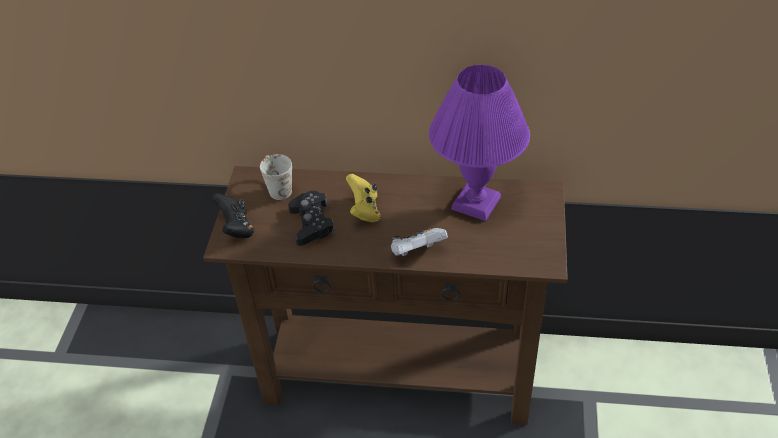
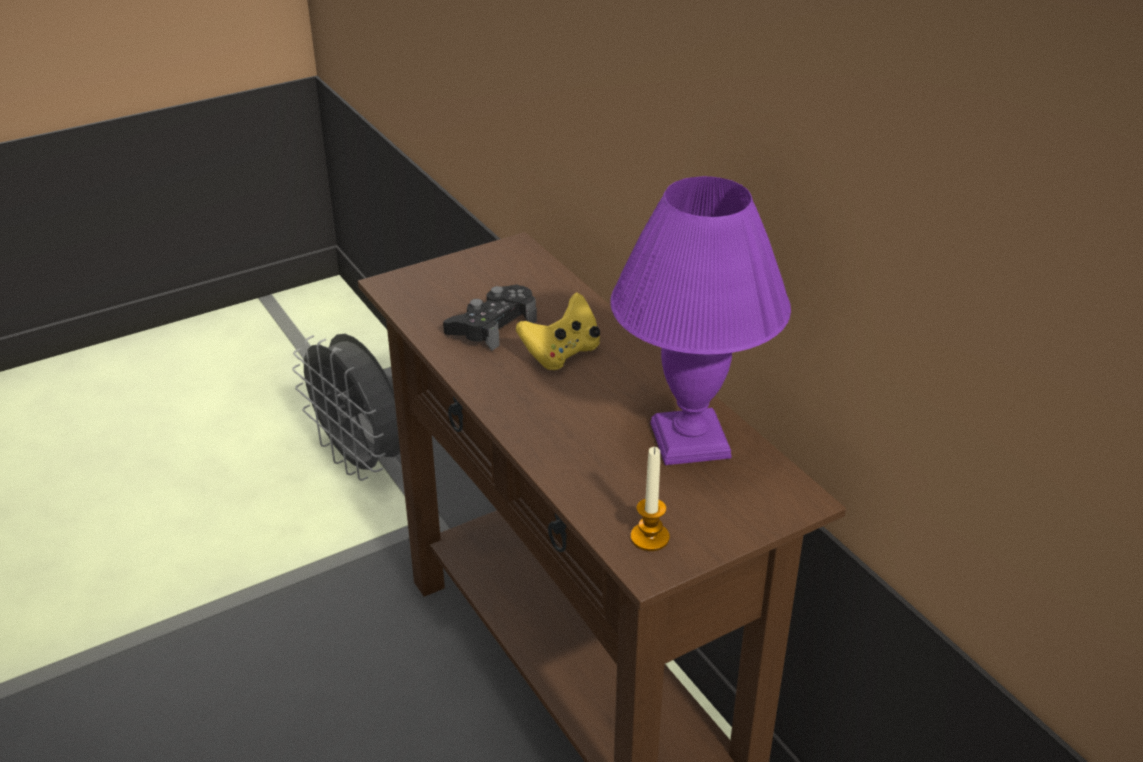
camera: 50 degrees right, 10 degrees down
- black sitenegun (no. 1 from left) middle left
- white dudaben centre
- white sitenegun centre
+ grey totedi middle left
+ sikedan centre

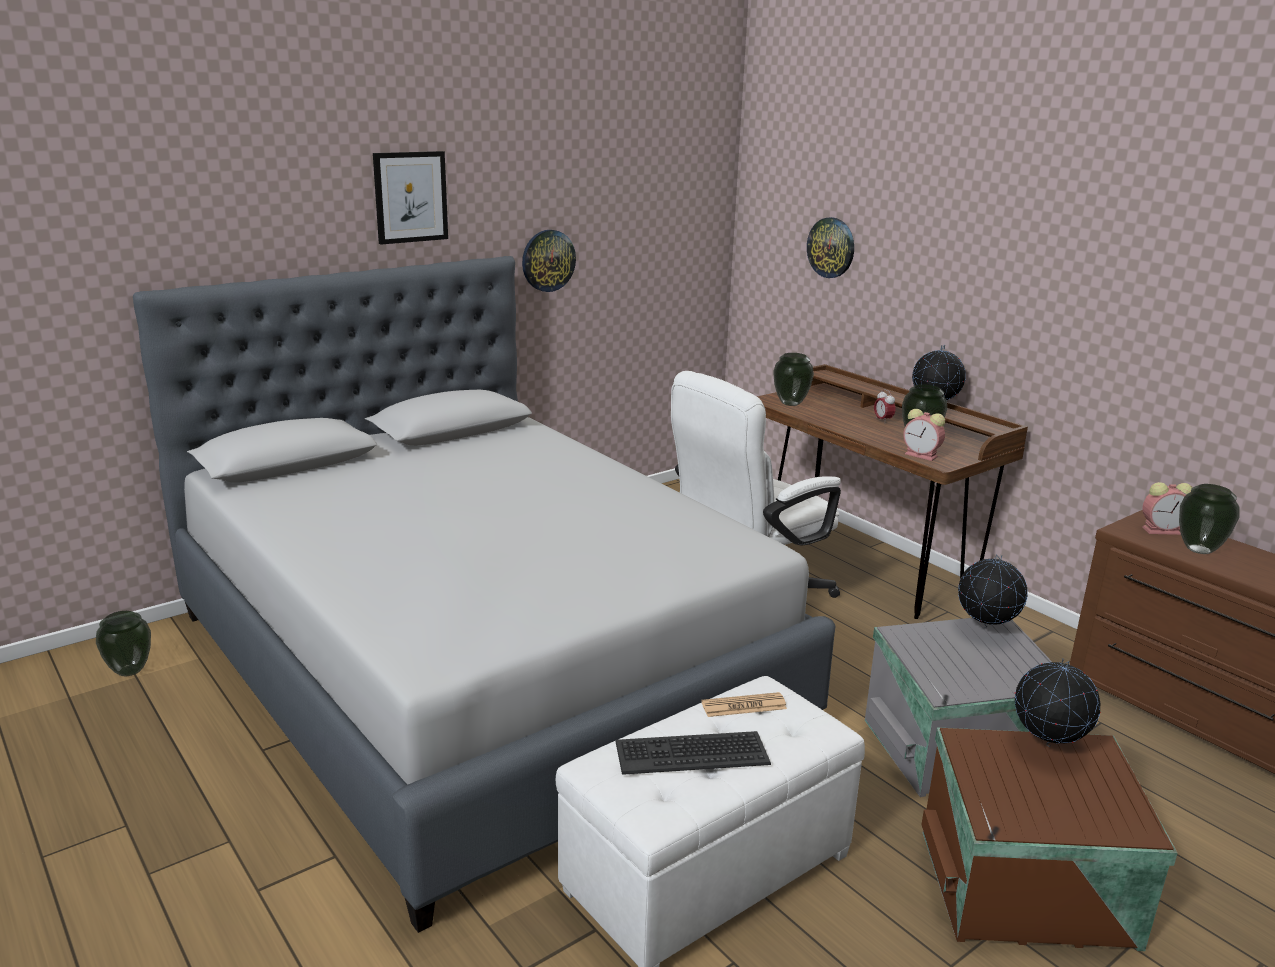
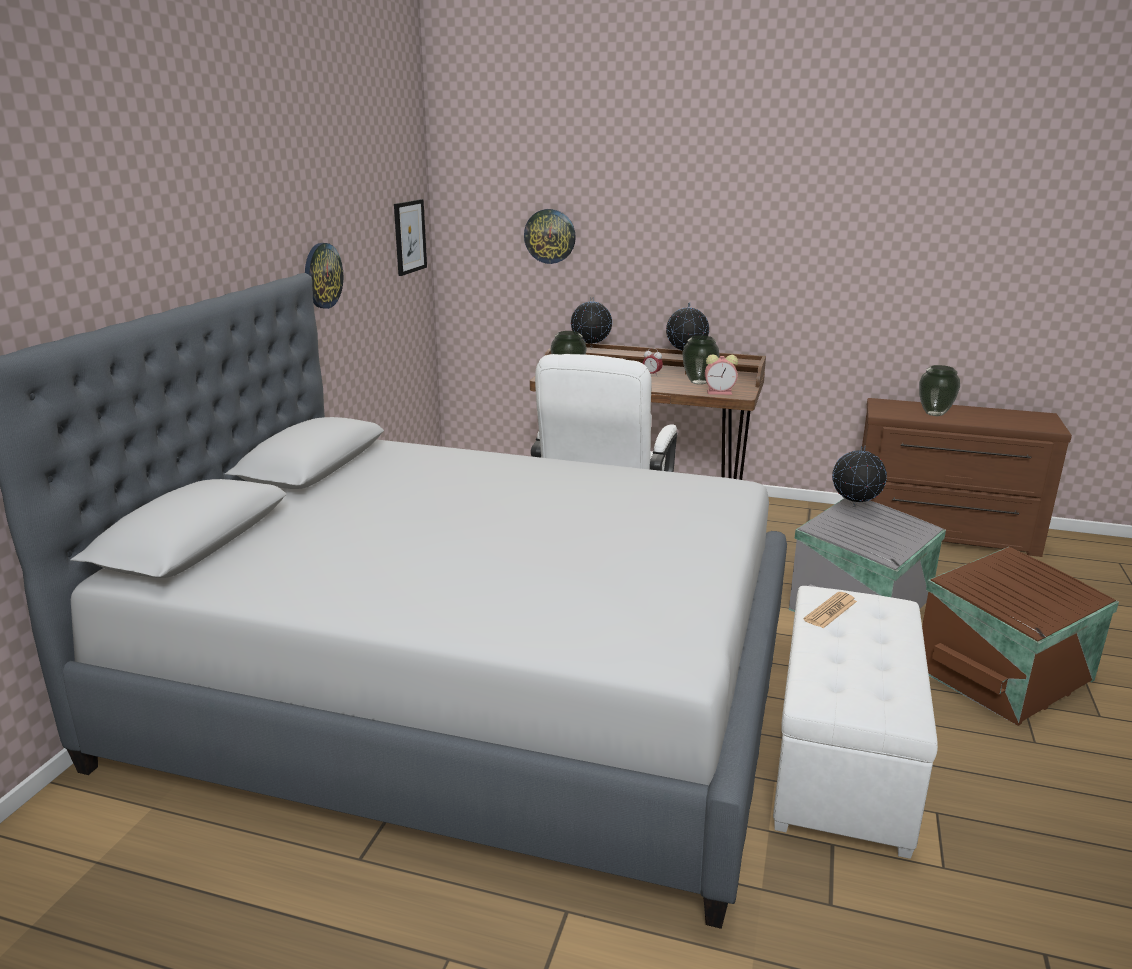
camera: 35 degrees left, 0 degrees up
- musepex (no. 1 from left) middle left
- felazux bottom centre
- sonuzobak (no. 3 from left) middle right
~ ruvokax top left to top centre
~ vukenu (no. 3 from left in the first image) bottom right to vukenu (no. 1 from left) top centre

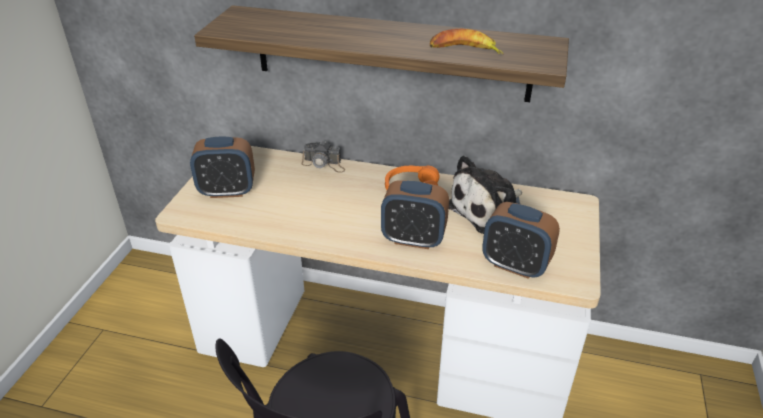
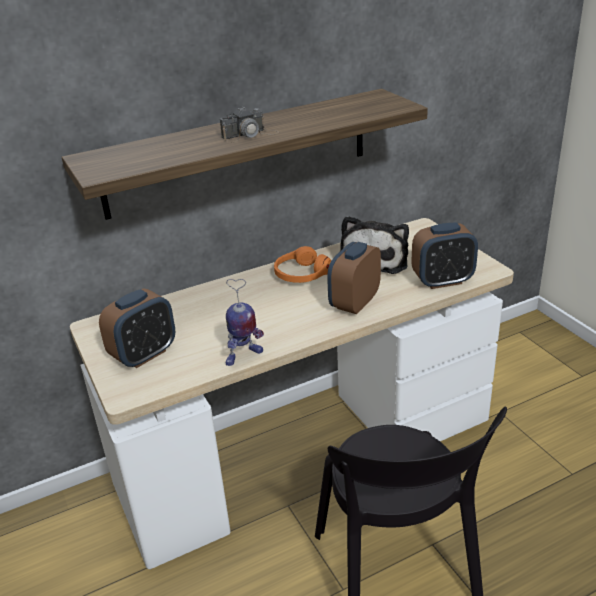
camera: 40 degrees left, 5 degrees down
- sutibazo top centre
+ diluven centre
~ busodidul centre to top centre
~ sonuzobak (no. 2 from left) centre = centre 150 degrees clockwise

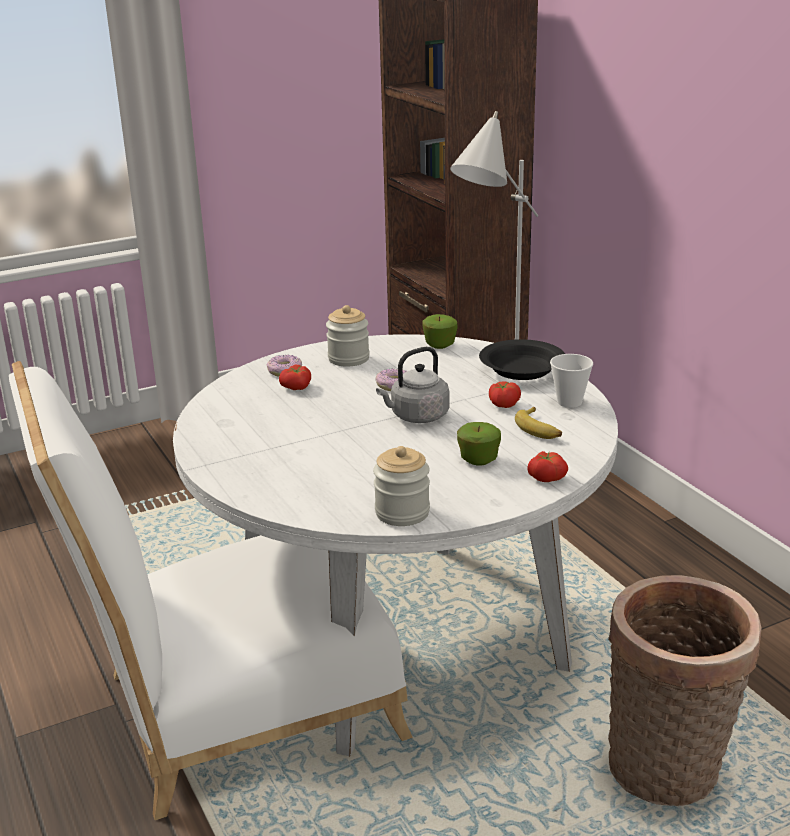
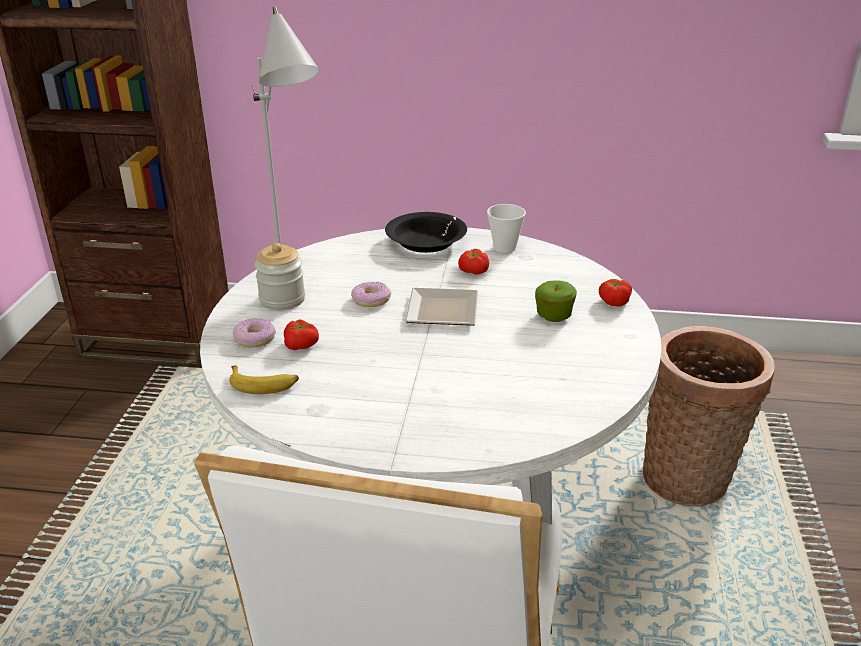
camera: 55 degrees left, 5 degrees up
- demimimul (no. 2 from left) centre
- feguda (no. 1 from left) centre
~ sutibazo middle right to middle left
~ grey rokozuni centre to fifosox centre

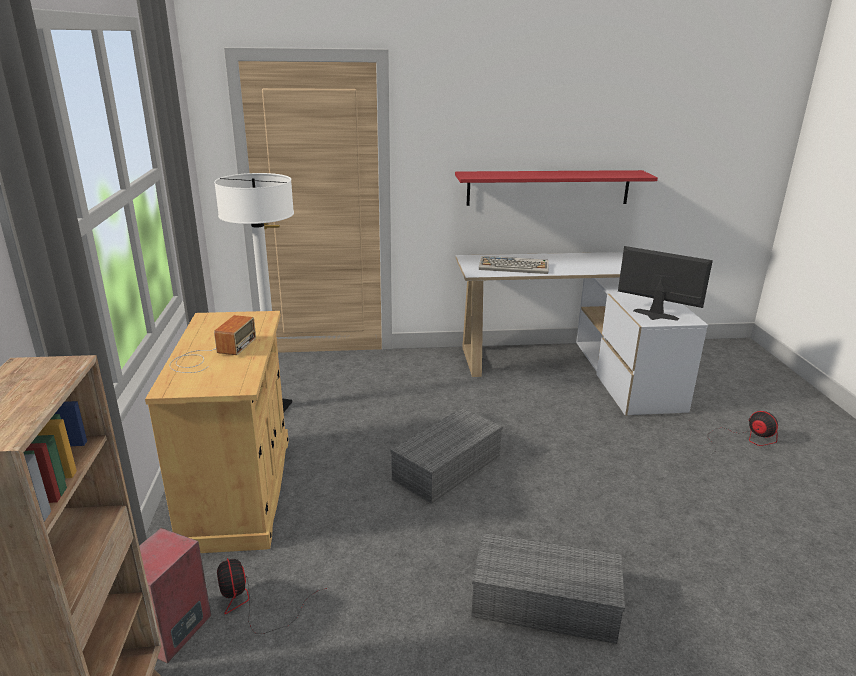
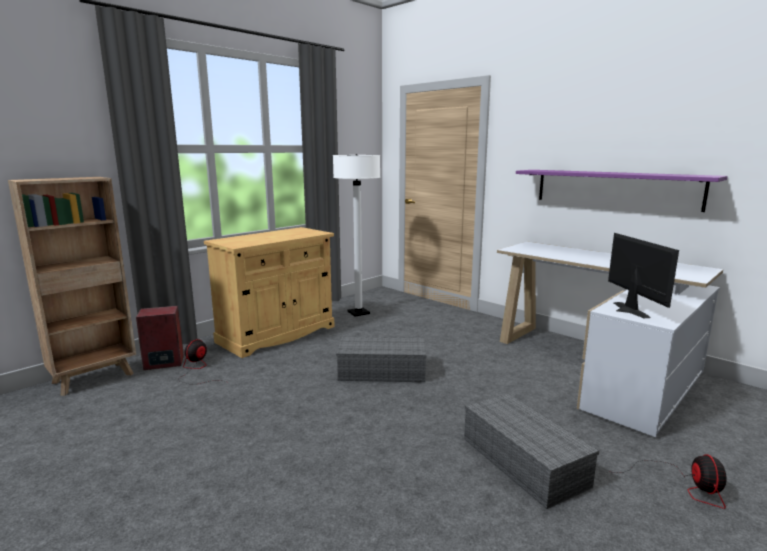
camera: 50 degrees right, 10 degrees down
- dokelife middle left
- felazux centre
~ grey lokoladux (no. 2 from left) bottom centre to bottom right
~ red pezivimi top centre to purple pezivimi middle right

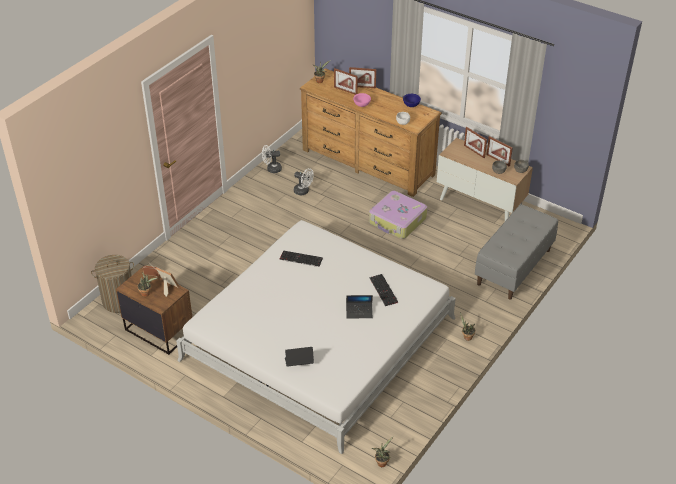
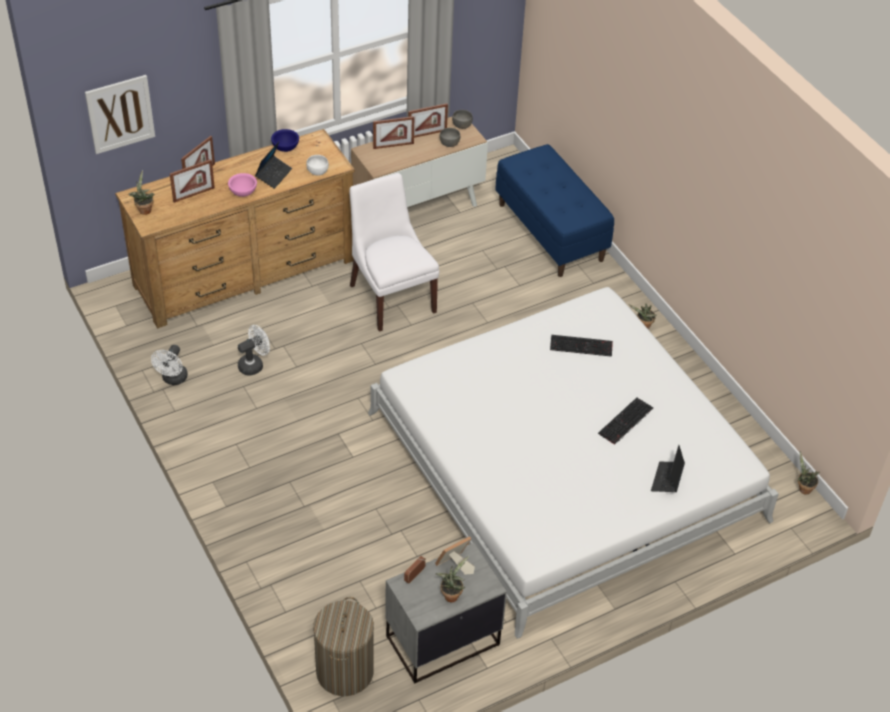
camera: 65 degrees left, 5 degrees up
+ ruvokax top left
~ felazux (no. 1 from left in the first image) centre to felazux (no. 2 from left) middle right
~ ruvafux (no. 2 from left in the first image) centre to ruvafux (no. 1 from left) top left
~ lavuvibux centre to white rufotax centre
~ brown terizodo middle left to grey terizodo bottom centre
~ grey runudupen middle right to blue runudupen top centre

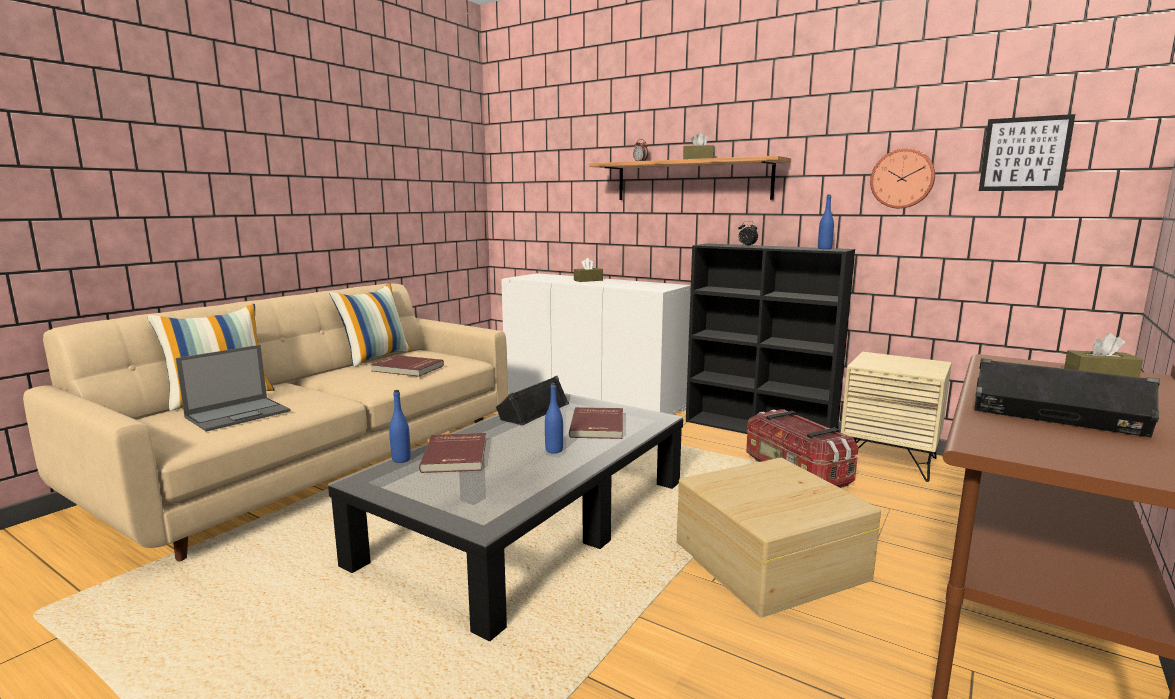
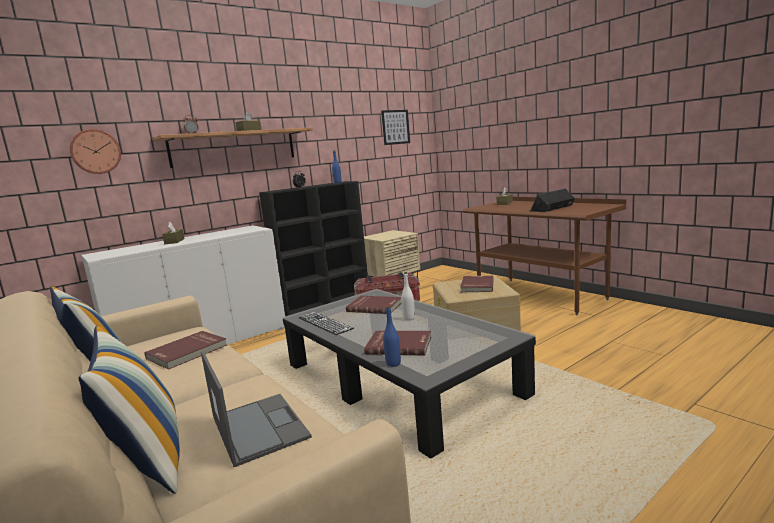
camera: 70 degrees left, 0 degrees up
+ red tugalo (no. 4 from left) centre
~ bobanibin top right to top left
~ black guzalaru (no. 1 from left) centre to felazux centre
~ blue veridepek (no. 2 from left) centre to white veridepek centre

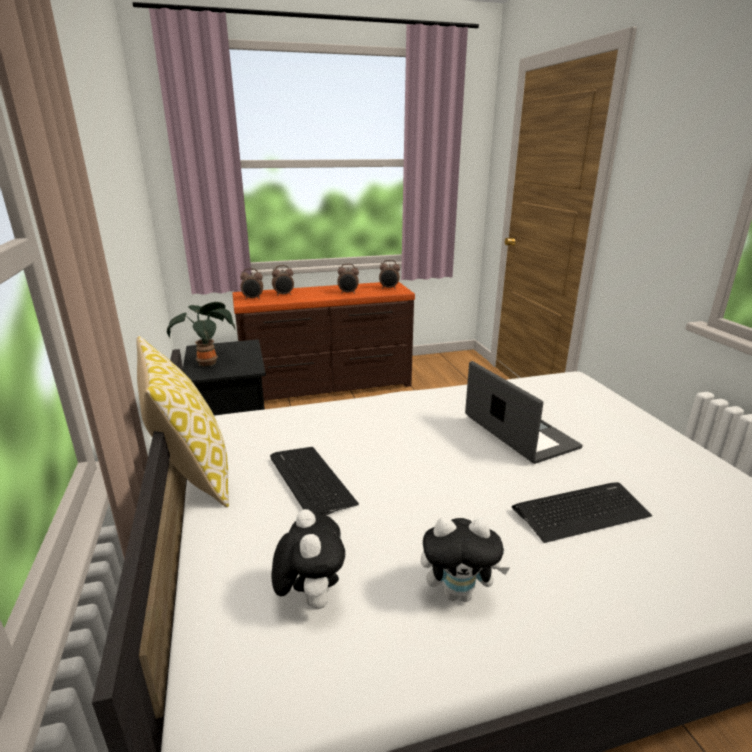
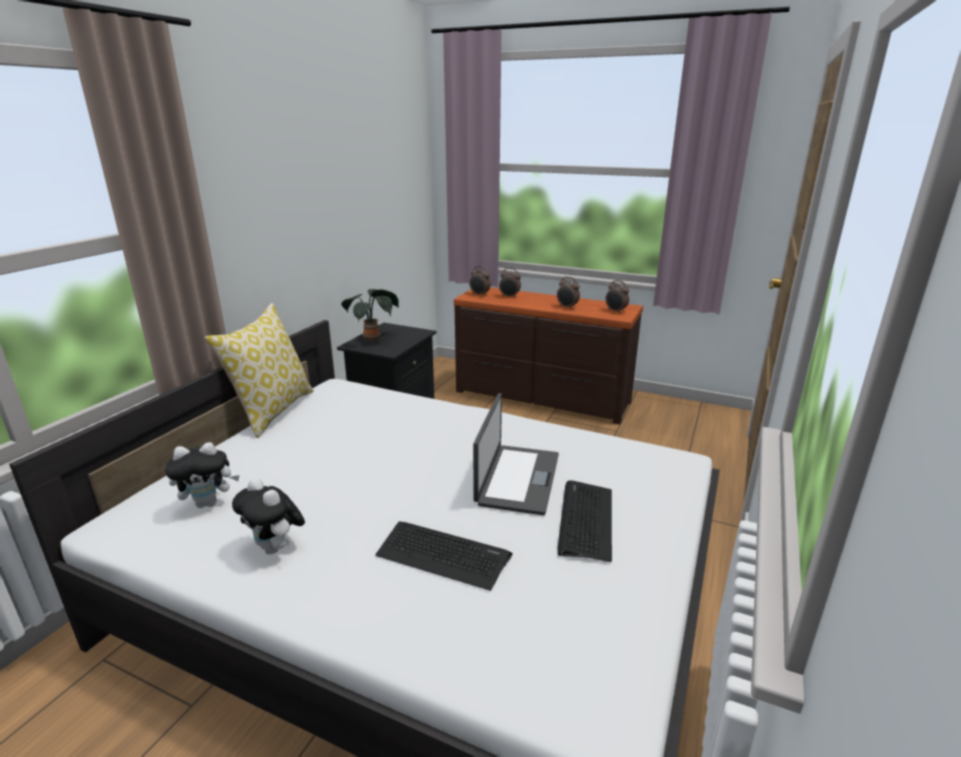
camera: 40 degrees right, 0 degrees up
~ felazux (no. 1 from left in the first image) centre to felazux (no. 2 from left) bottom centre
~ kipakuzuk (no. 1 from left) bottom centre = middle left 45 degrees clockwise

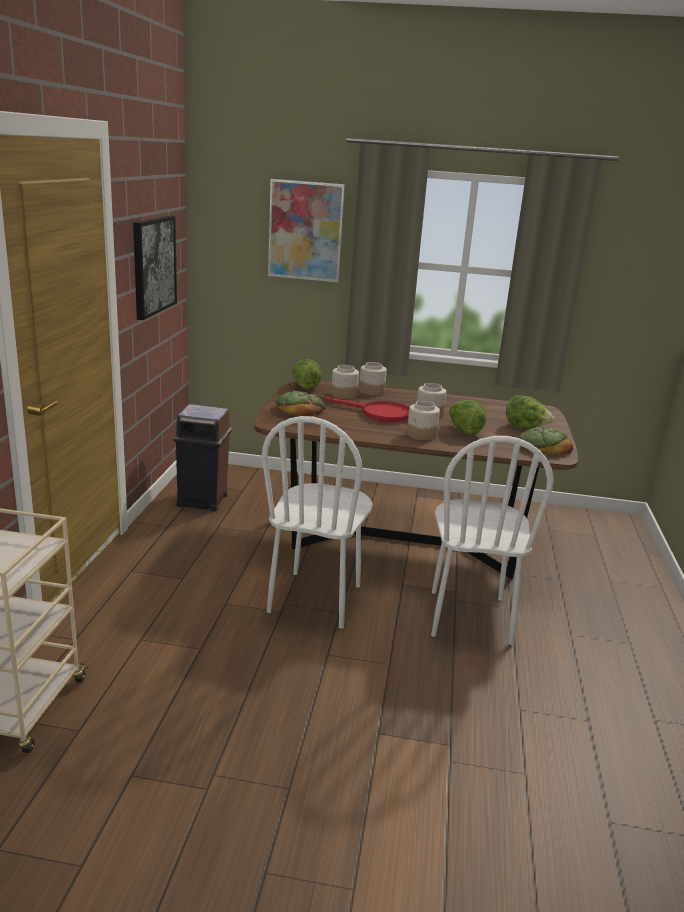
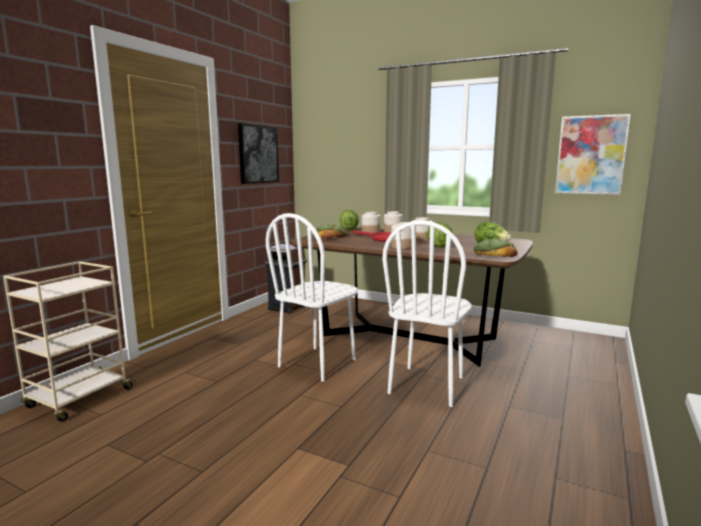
camera: 20 degrees right, 10 degrees down
~ ruvokax (no. 2 from left) top centre to top right

